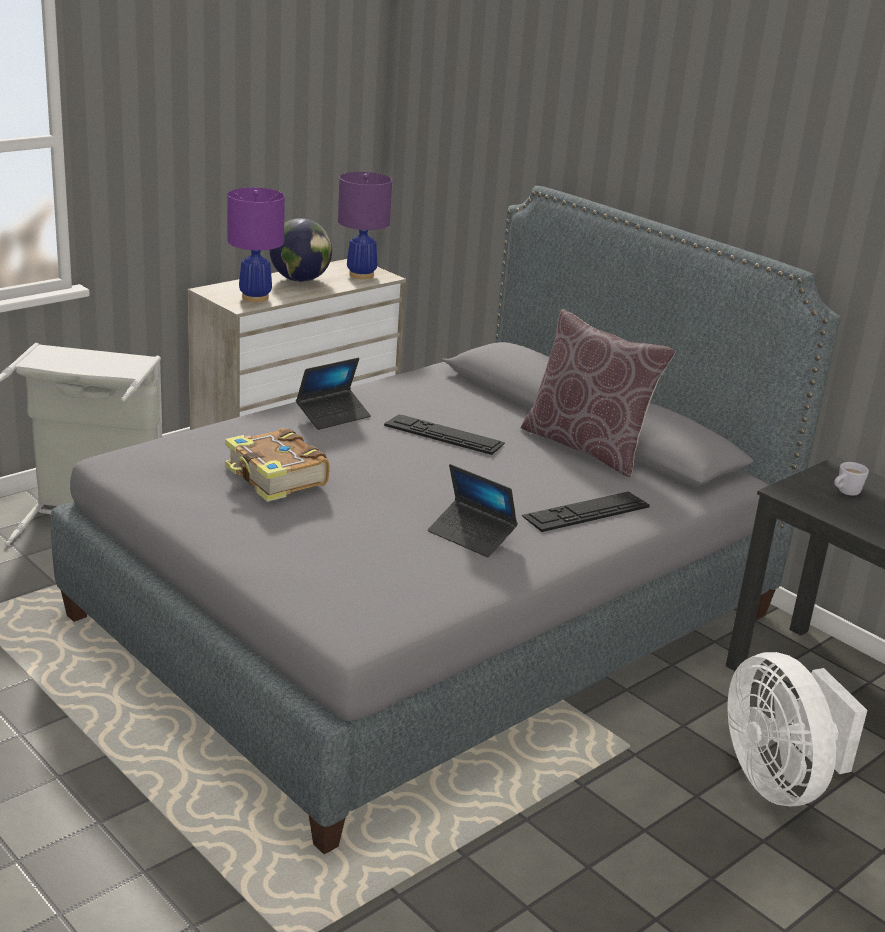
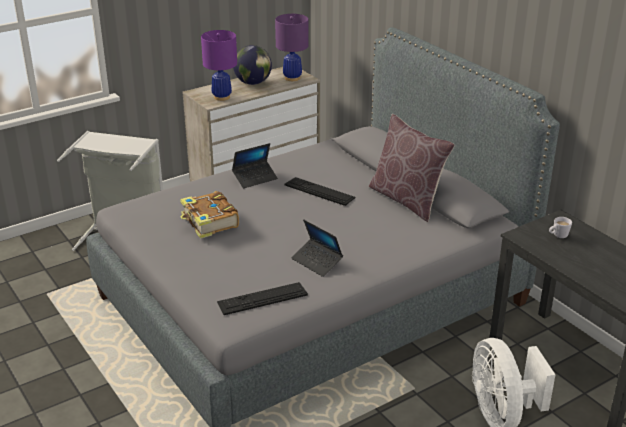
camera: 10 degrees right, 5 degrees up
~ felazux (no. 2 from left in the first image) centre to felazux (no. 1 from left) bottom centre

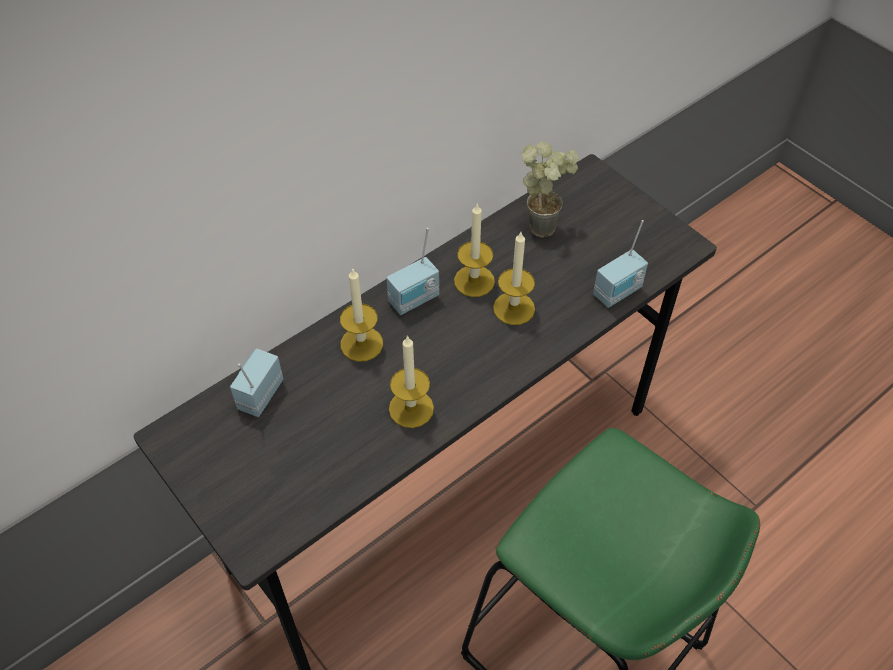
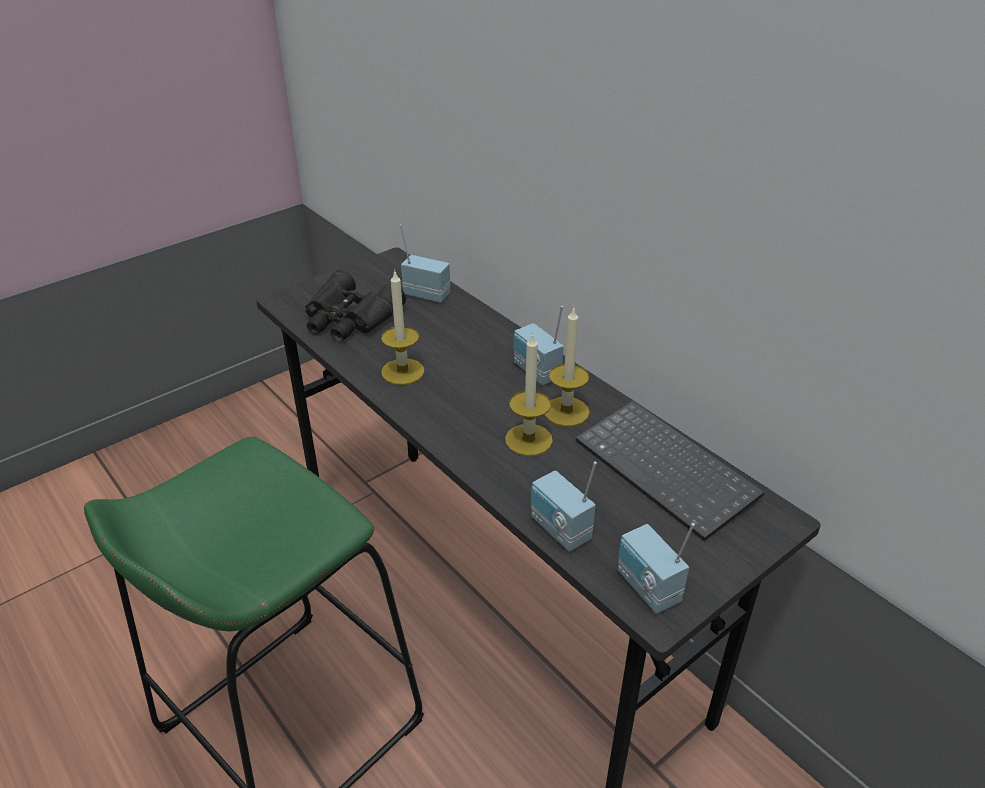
camera: 90 degrees right, 15 degrees down
- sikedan (no. 1 from left) centre
+ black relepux centre
+ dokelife (no. 4 from left) bottom centre
~ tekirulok top centre to felazux middle right

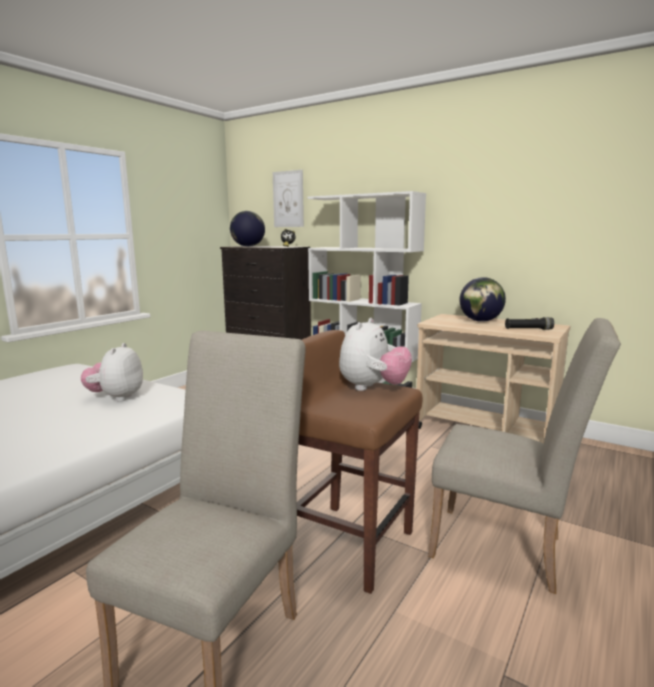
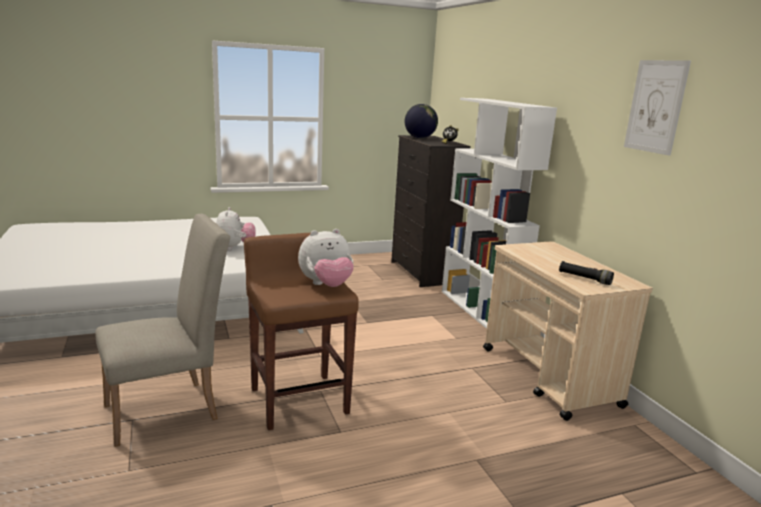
camera: 35 degrees right, 5 degrees up
- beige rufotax (no. 2 from left) middle right
- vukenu (no. 2 from left) middle right
~ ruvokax top centre to top right
~ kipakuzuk (no. 1 from left) middle left = middle left 135 degrees clockwise

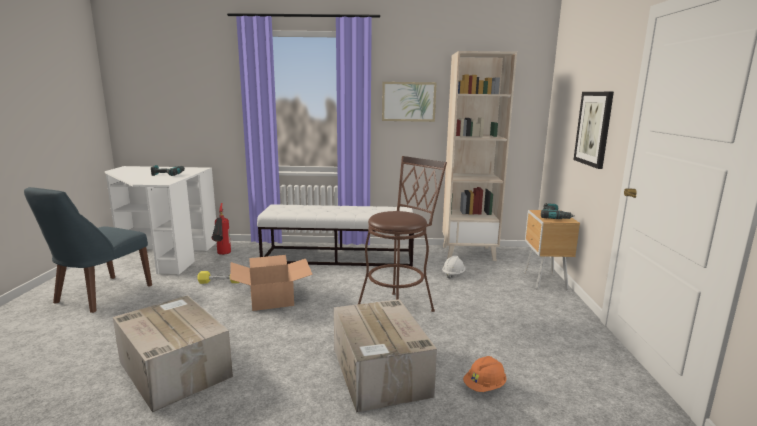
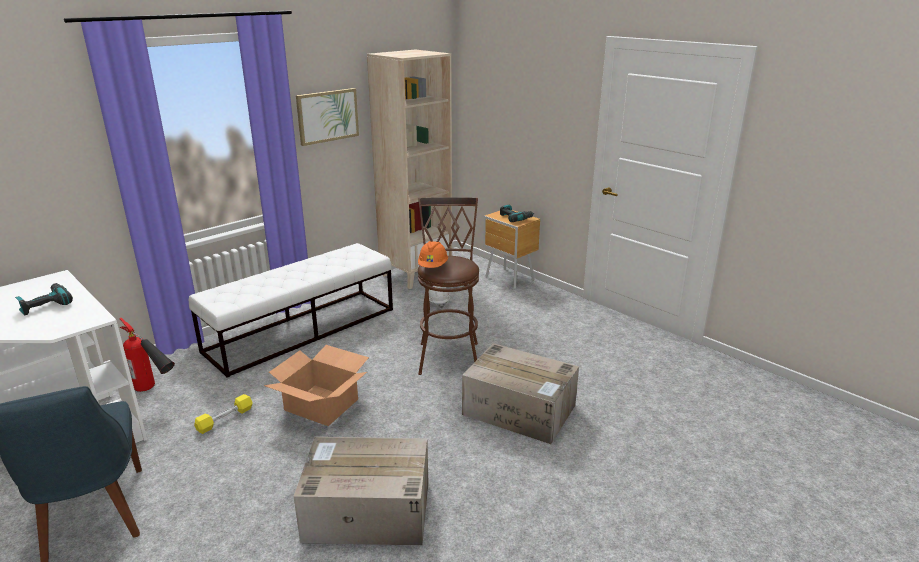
camera: 45 degrees left, 10 degrees up
- ruvokax (no. 2 from left) top right
~ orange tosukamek bottom centre to centre

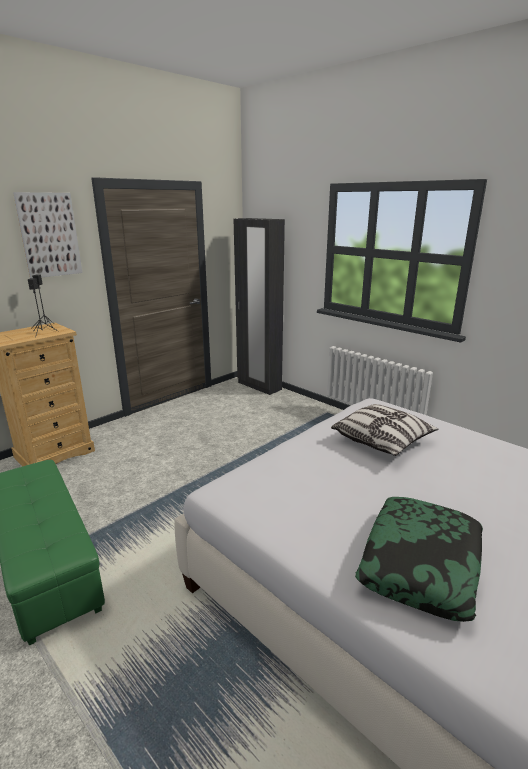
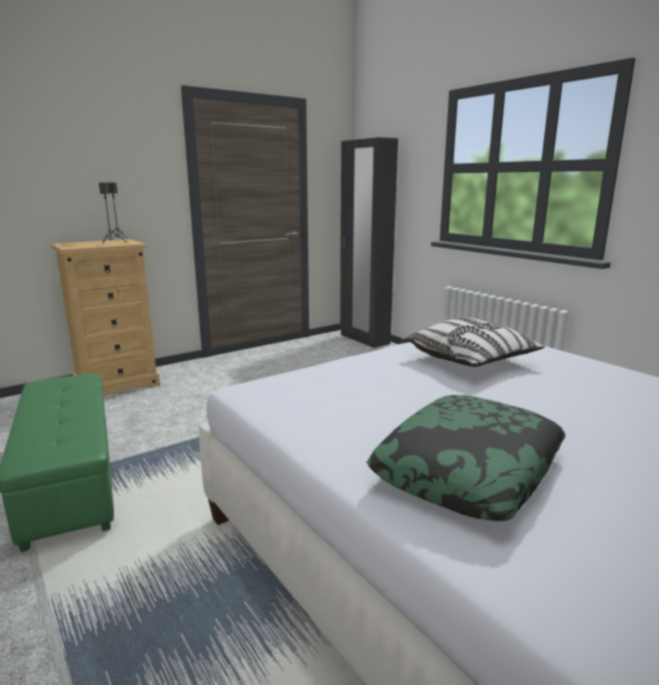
camera: 10 degrees right, 5 degrees down
- ruvokax top left

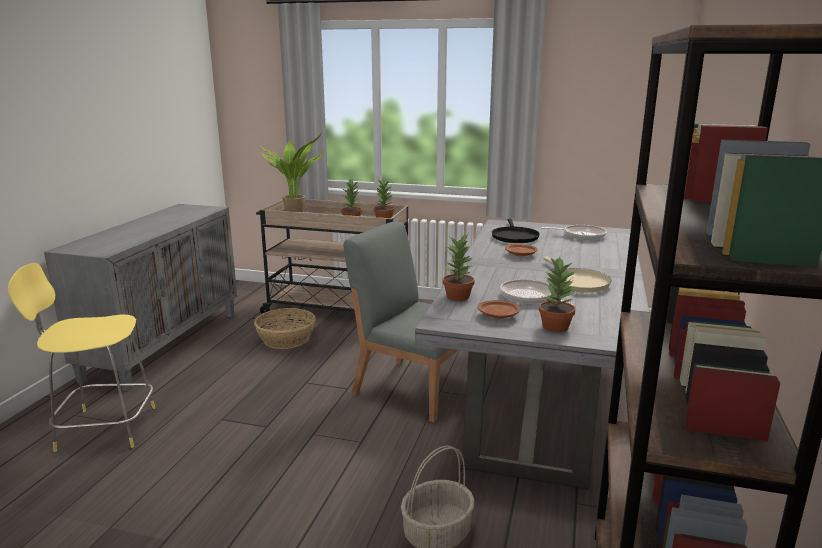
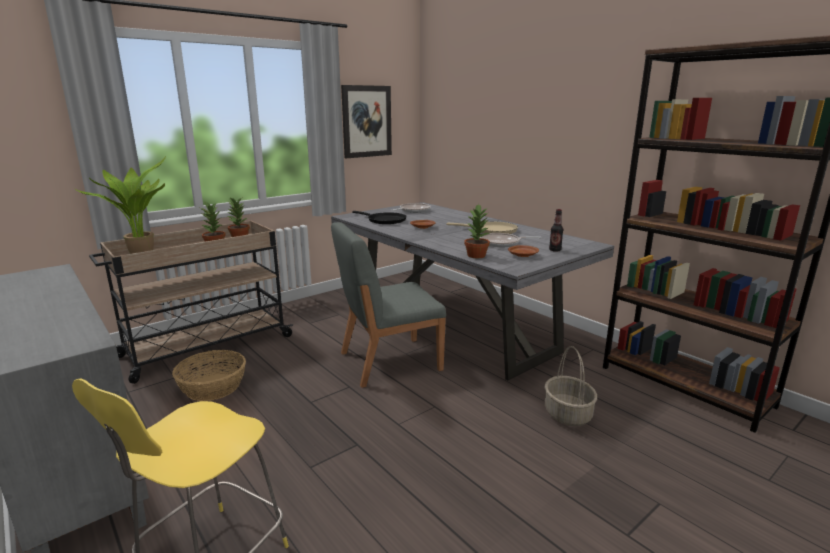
camera: 55 degrees left, 0 degrees up
+ ruvokax top centre
~ tekirulok (no. 5 from left) middle right to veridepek middle right

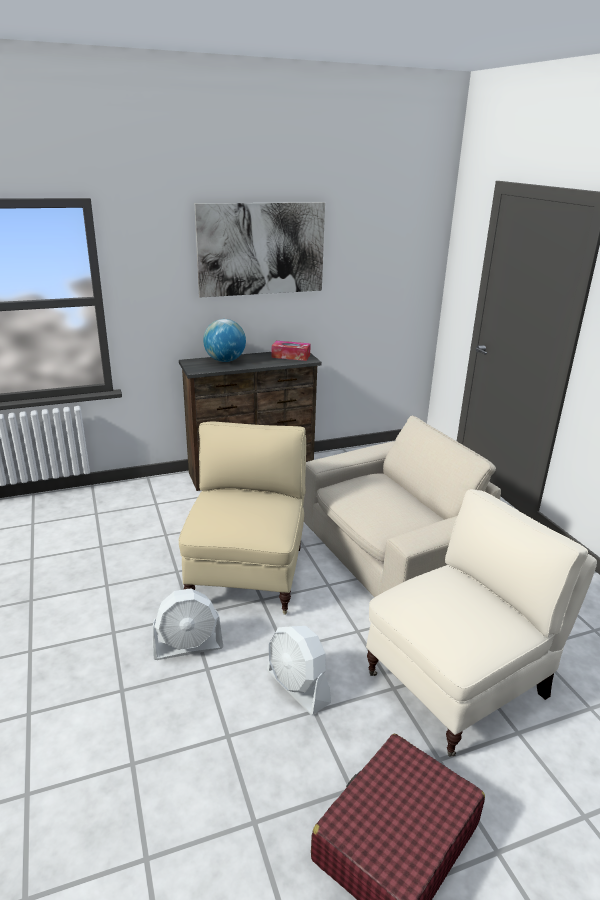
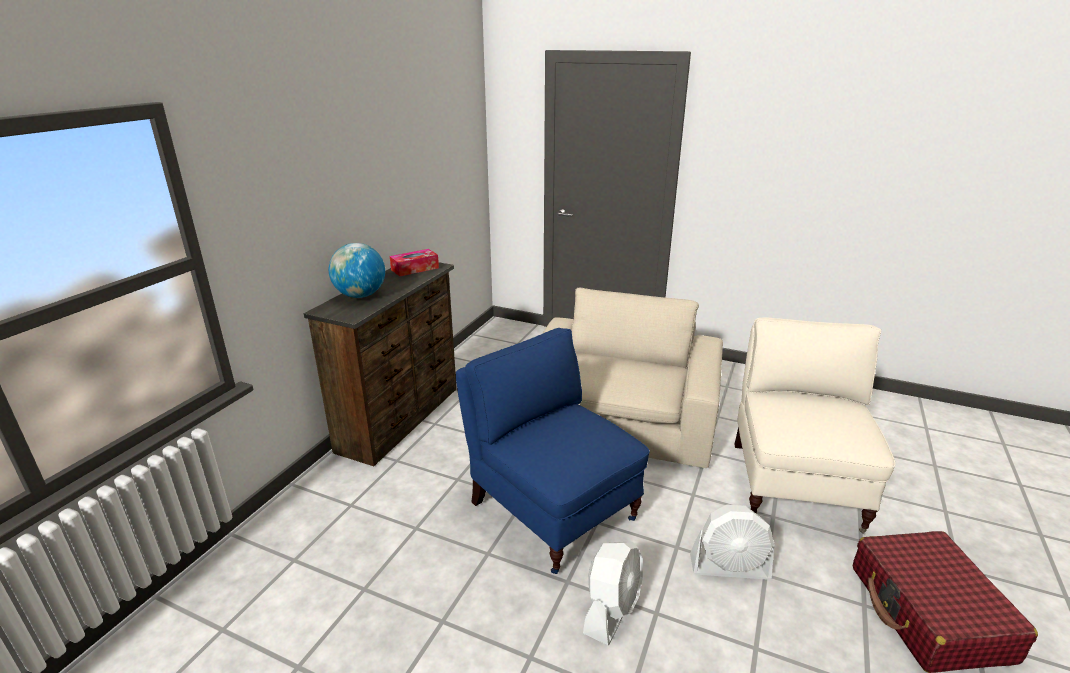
camera: 45 degrees left, 0 degrees up
- ruvokax top centre
~ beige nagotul (no. 1 from left) centre to blue nagotul bottom centre

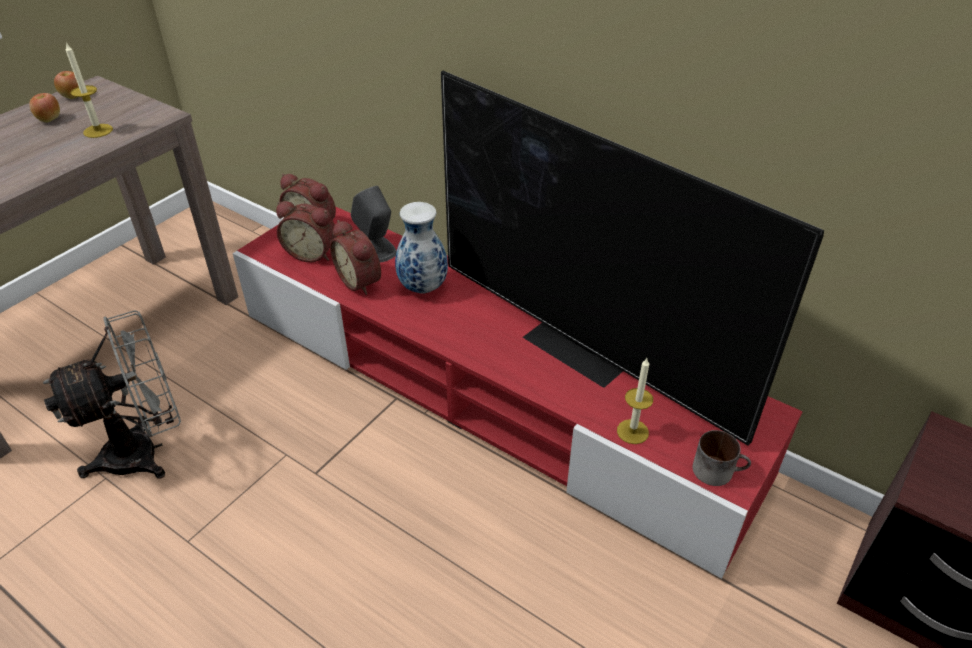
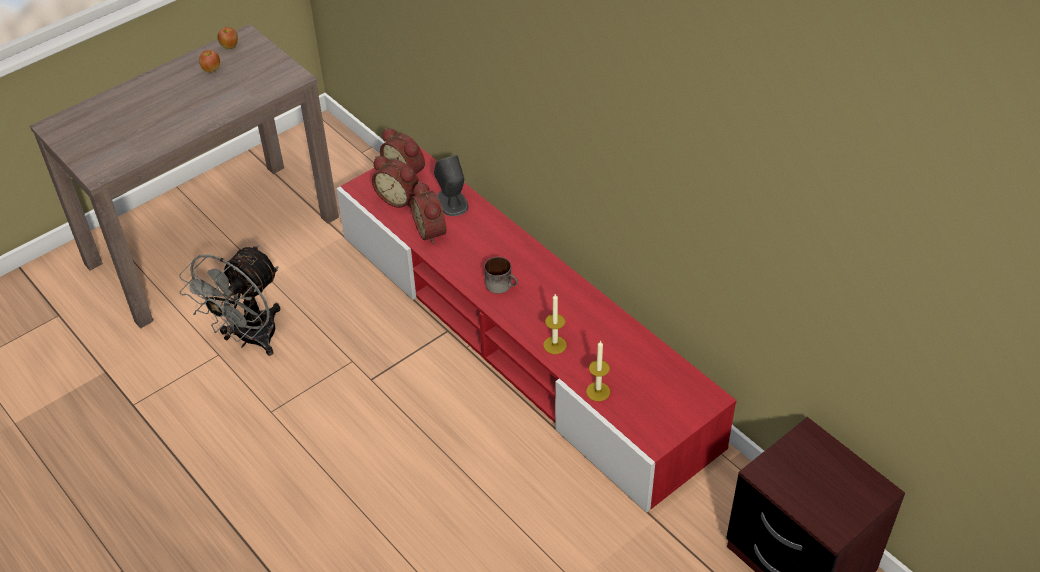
camera: 15 degrees right, 5 degrees up
- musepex centre
- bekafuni centre
~ sikedan (no. 1 from left) top left to centre
~ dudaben bottom right to centre
~ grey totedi middle left = middle left 135 degrees clockwise

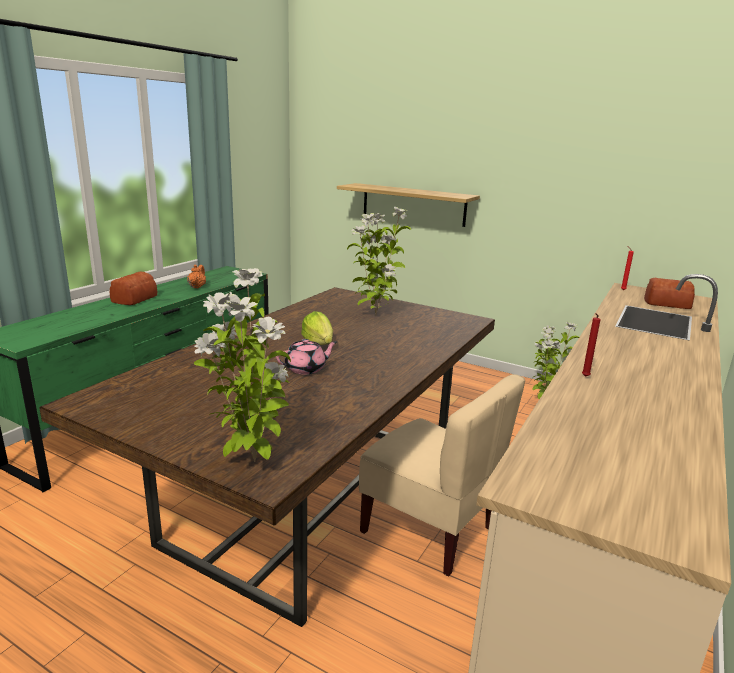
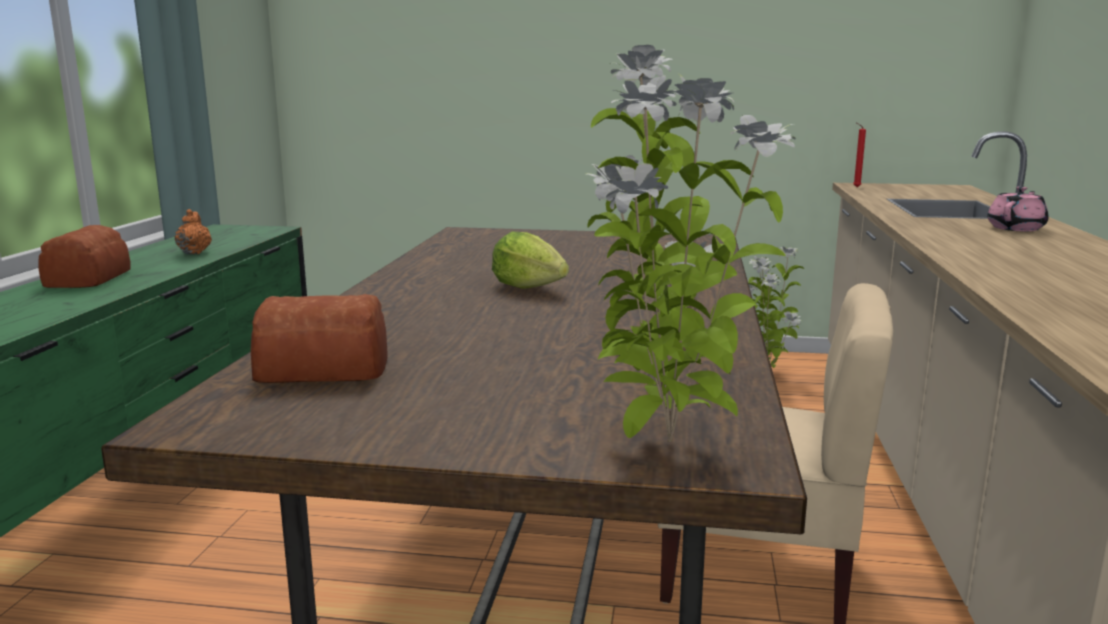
camera: 20 degrees left, 5 degrees down
- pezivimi top centre
- tekirulok (no. 2 from left) centre
- red sikedan (no. 1 from left) middle right
~ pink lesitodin centre to middle right
~ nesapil (no. 2 from left) middle right to middle left

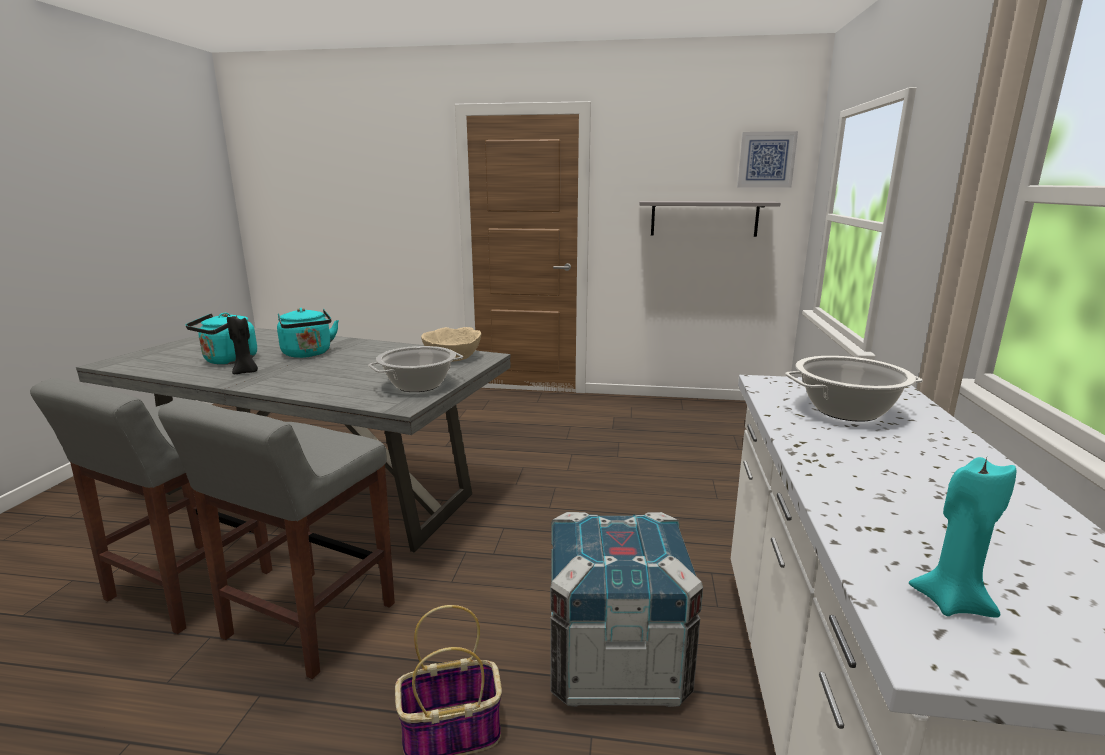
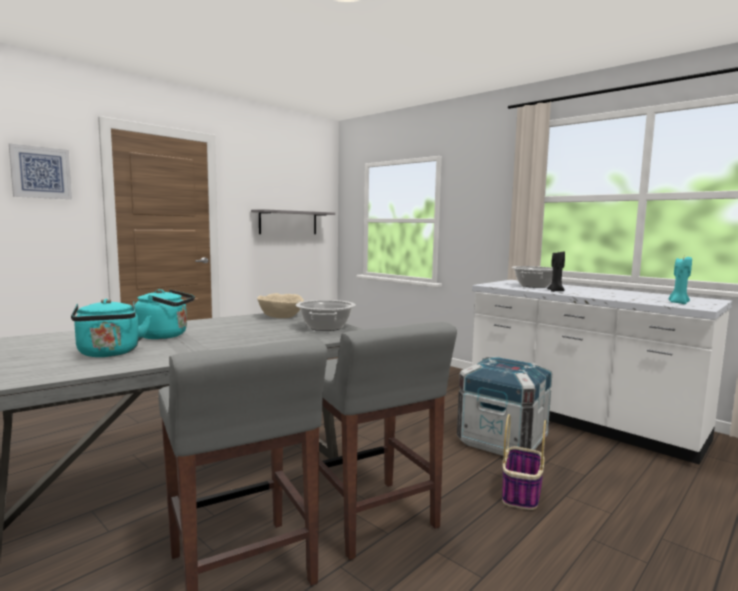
camera: 55 degrees left, 10 degrees down
~ black sikedan middle left to middle right
~ ruvokax top right to top left

